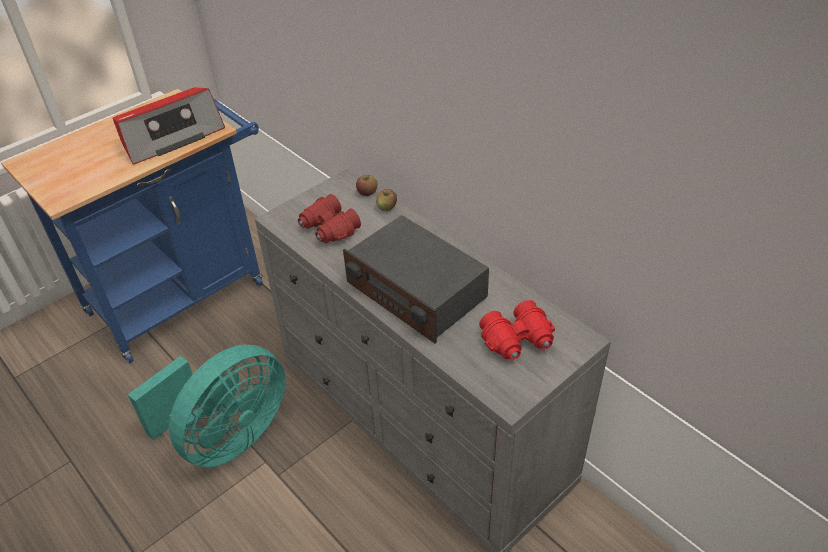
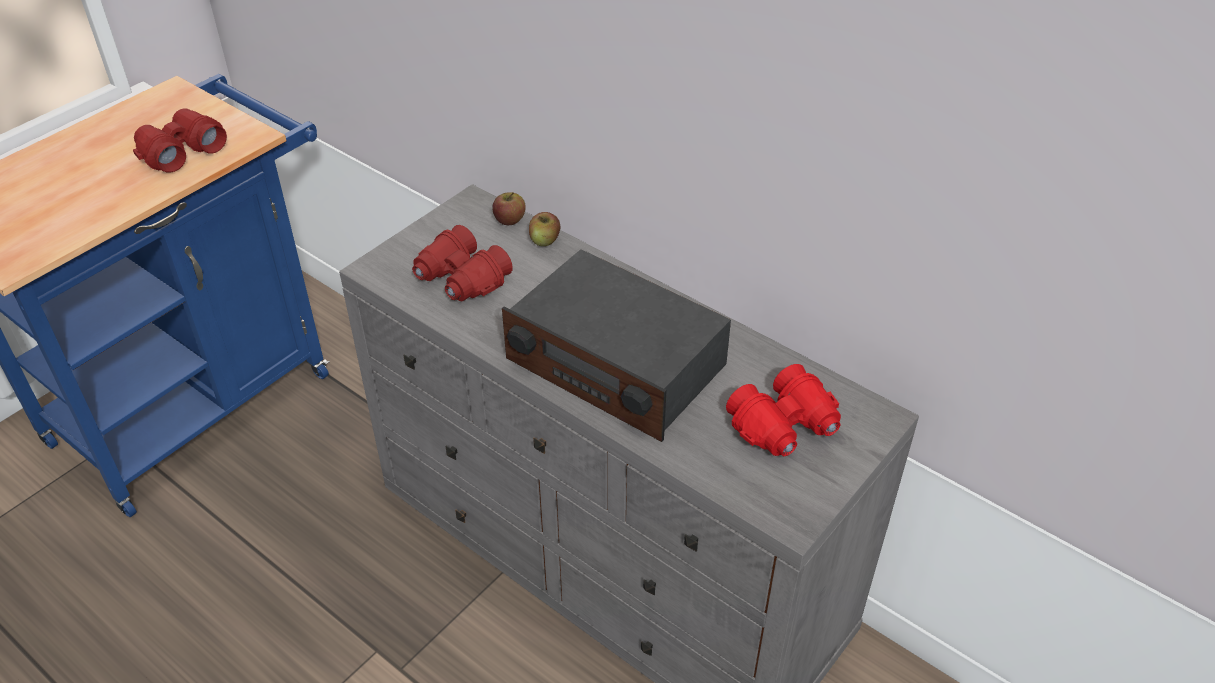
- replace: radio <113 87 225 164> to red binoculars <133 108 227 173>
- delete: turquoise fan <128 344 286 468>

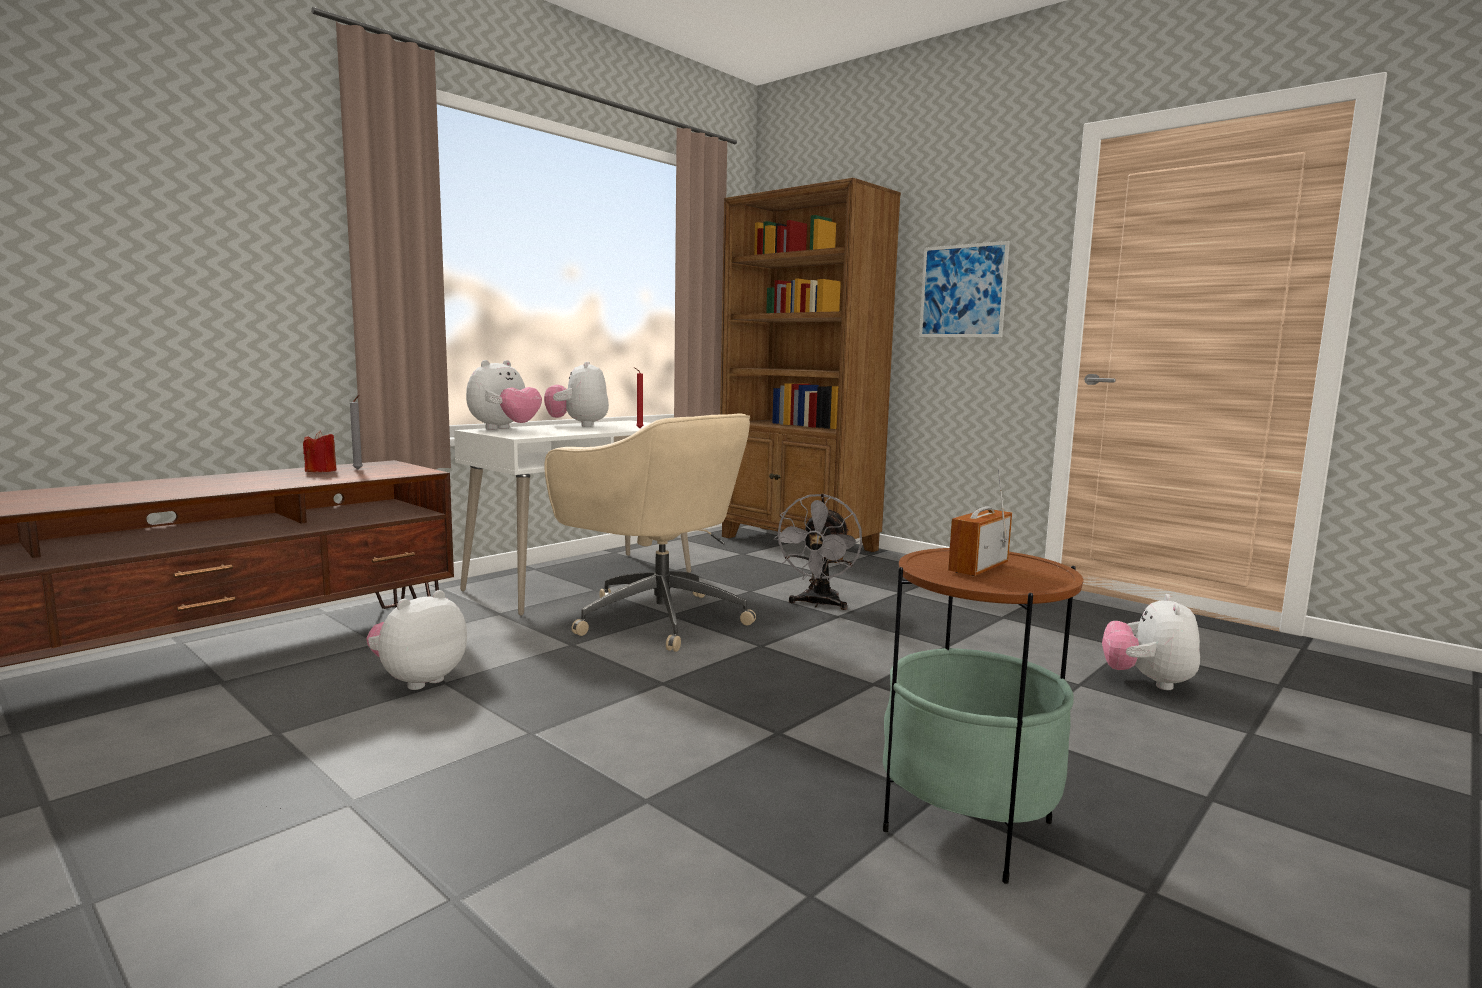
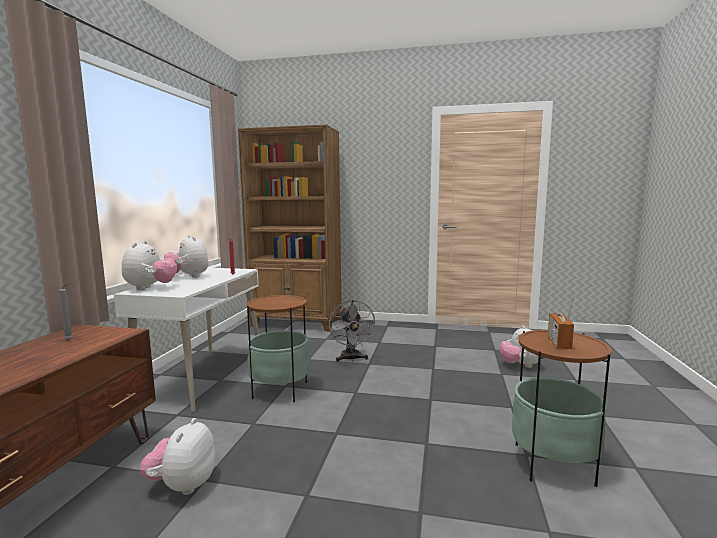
- delete: picture <919 241 1010 337>
- replace: beige office chair <544 414 756 652> to side table <246 295 309 402>
- delete: red candle <303 430 337 472>

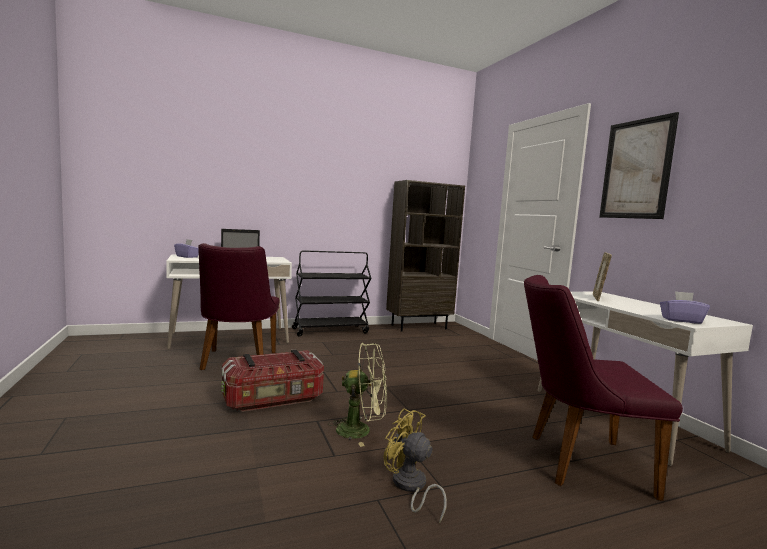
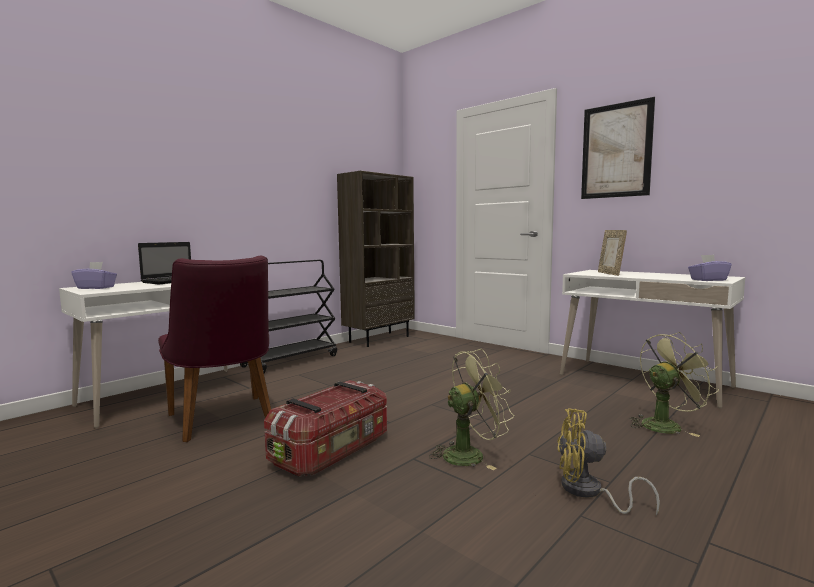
- replace: purple chair <524 275 683 501> to green fan <630 332 719 437>

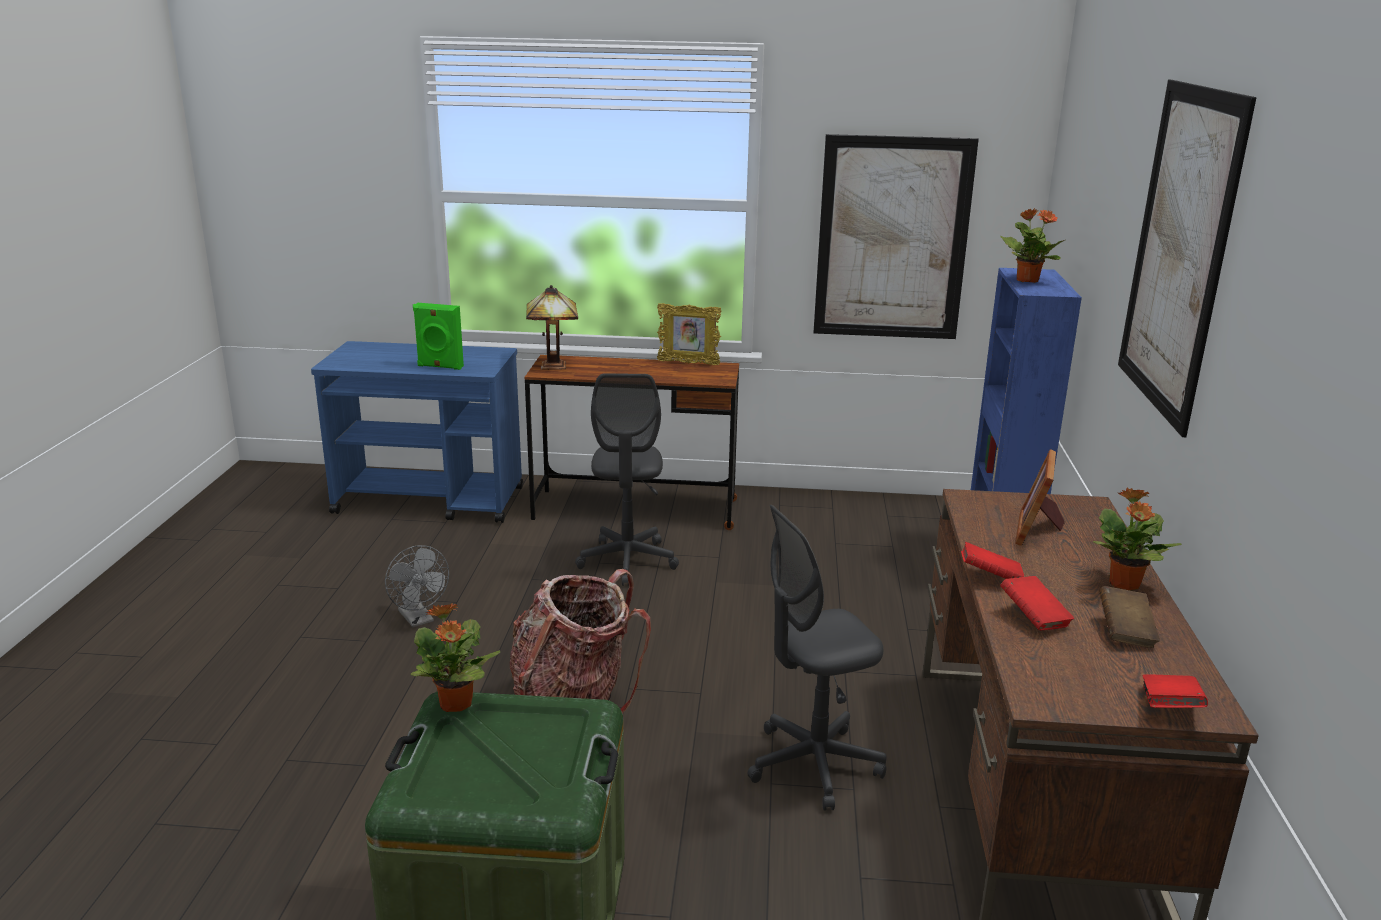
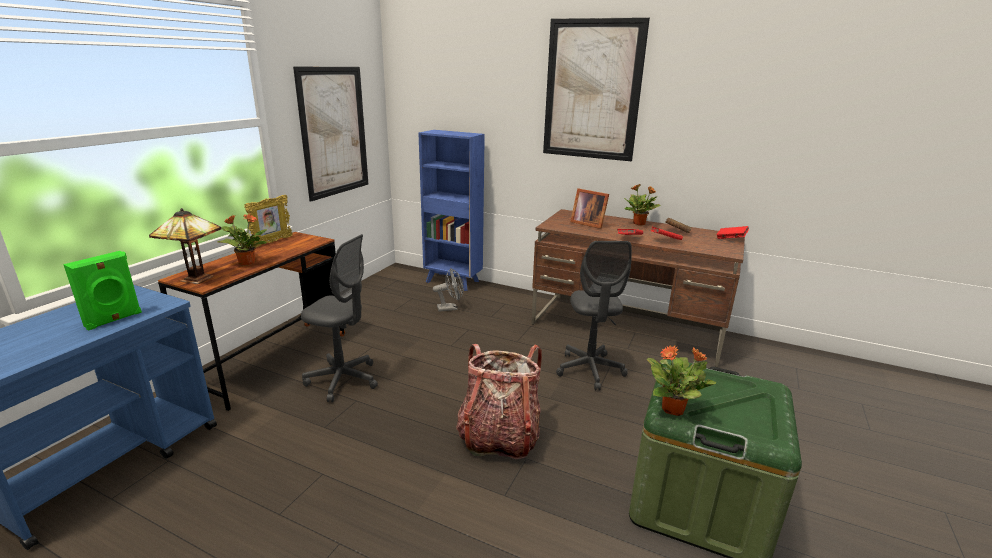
- move: potted plant <1000 208 1065 283> to <218 214 267 266>
- move: grey fan <385 545 449 627> to <433 268 463 312>

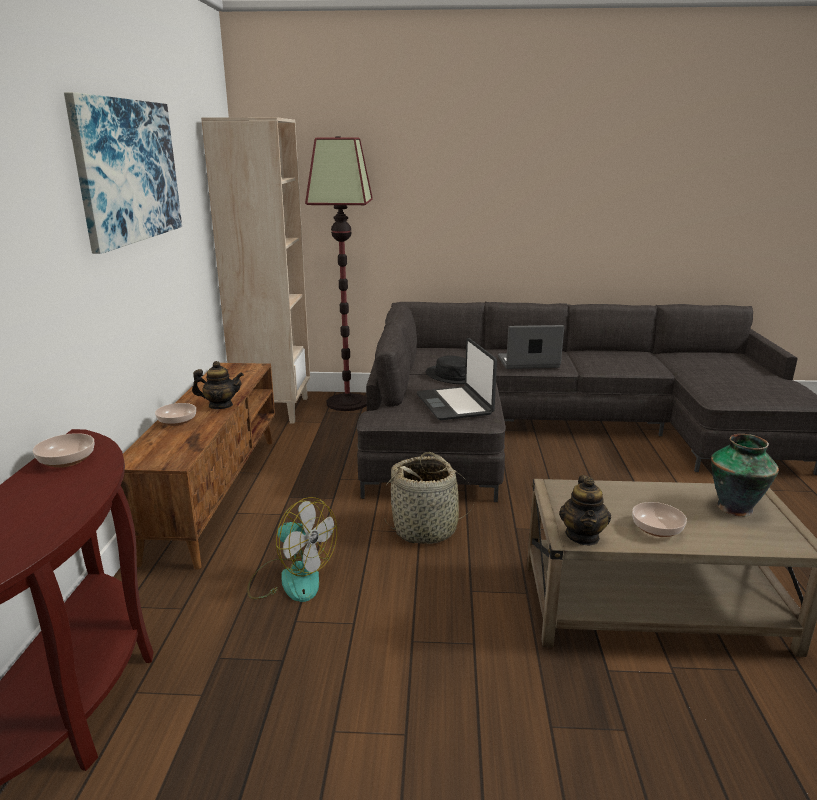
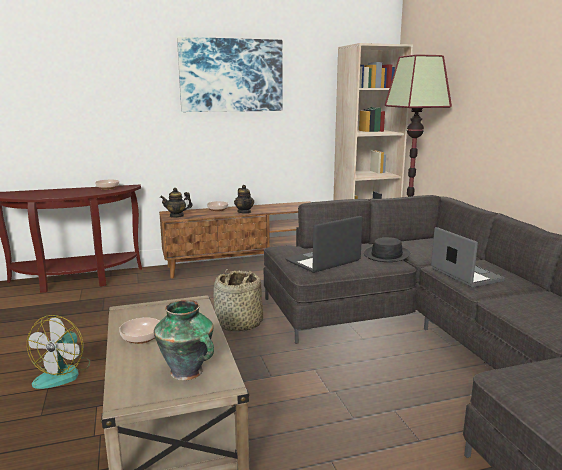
- move: teapot <559 475 611 545> to <160 188 193 218>
- move: fan <247 497 337 602> to <27 315 91 389>

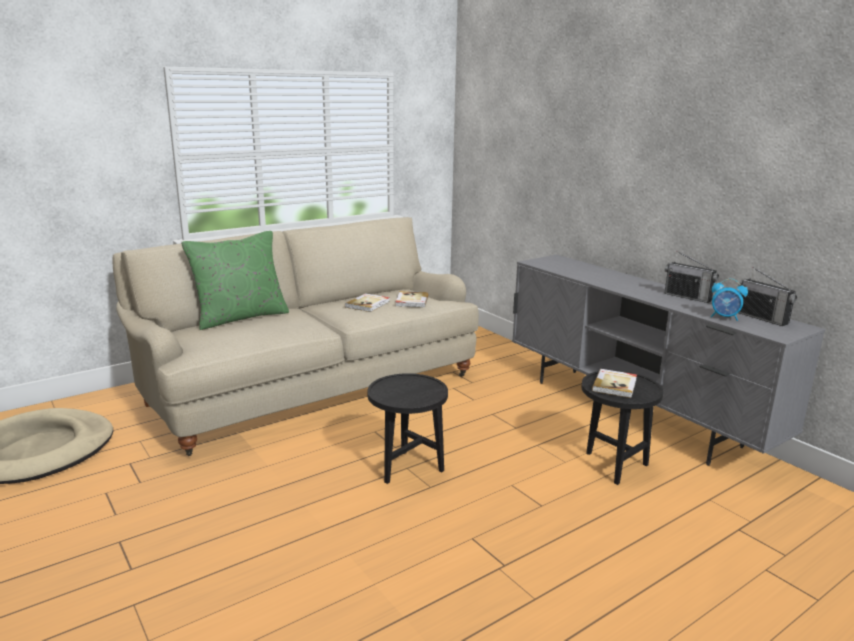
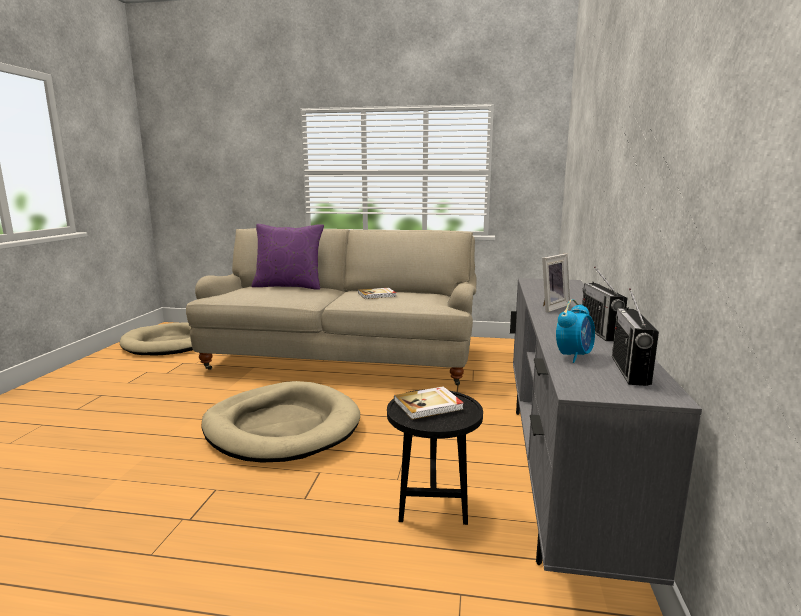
- recolor: green pillow <181 231 289 330> to purple pillow <251 224 324 290>
- rotate: alarm clock <711 279 748 321> = <556 299 595 363> 120 degrees counterclockwise
- delete: book <395 291 428 308>
- replace: black side table <367 373 448 484> to beige dog bed <201 381 360 462>
- insert: picture frame <542 253 570 312>

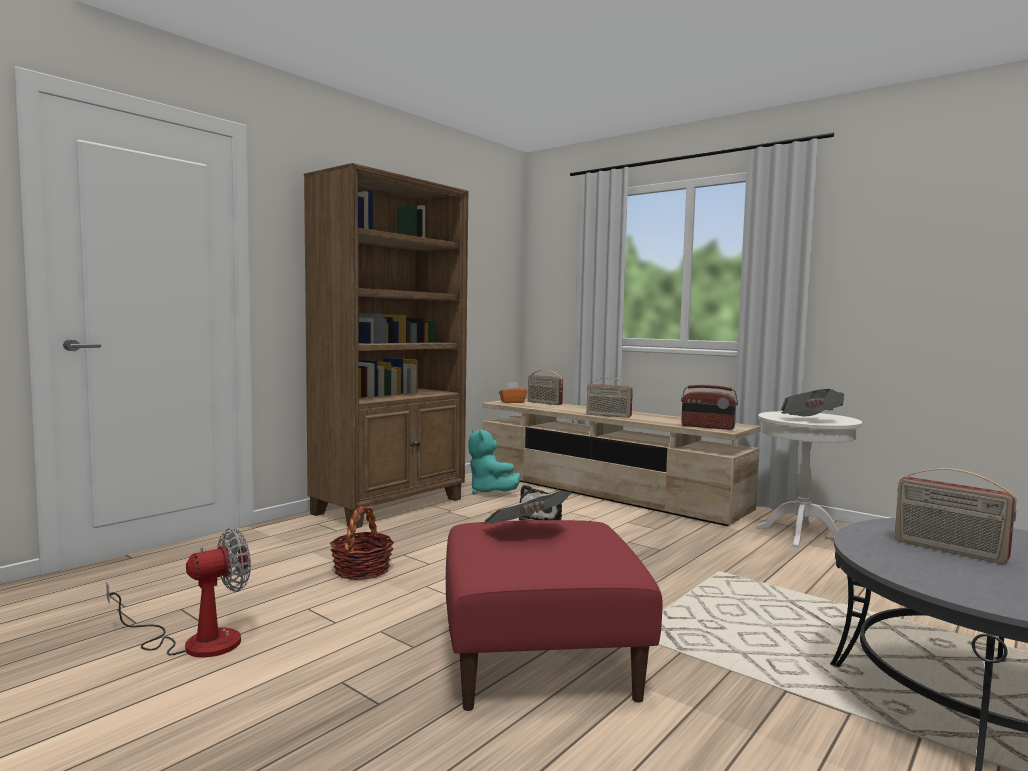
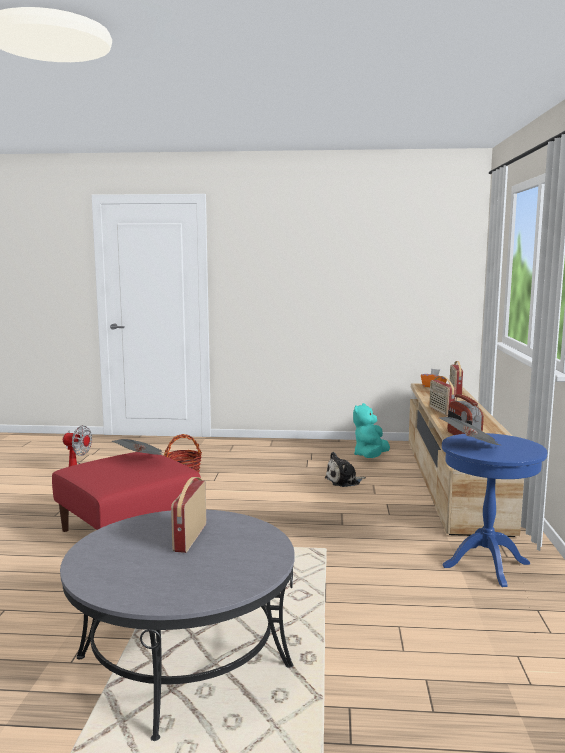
- delete: brown bookcase <304 163 468 528>
- recolor: white side table <757 411 862 547> to blue side table <442 433 548 587>

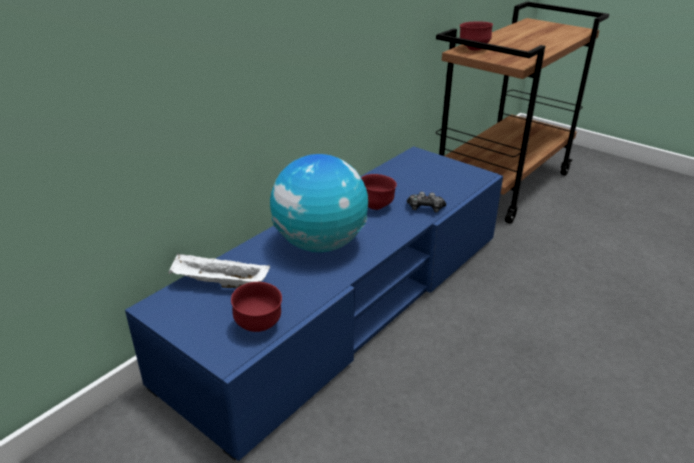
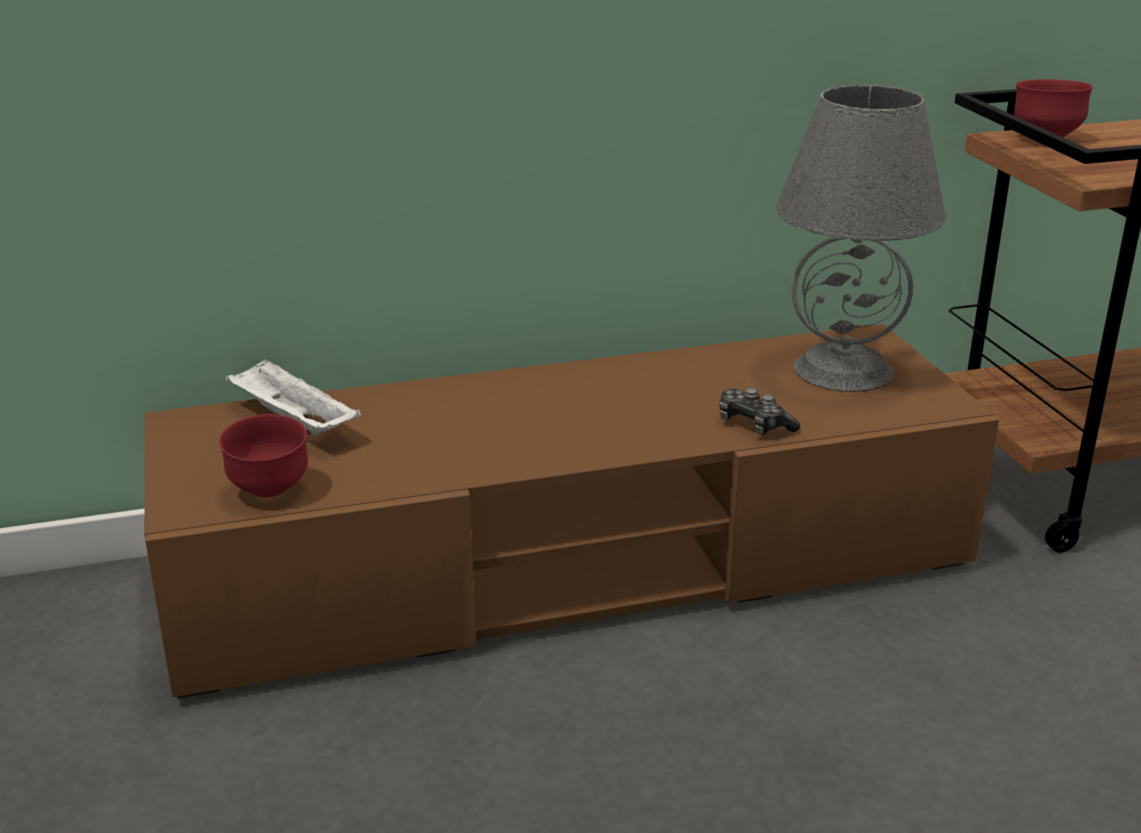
- recolor: blue tv stand <125 146 503 461> to brown tv stand <144 324 999 699>
- delete: globe <270 154 368 253>
- delete: red bowl <361 174 397 210>
- insert: grey table lamp <776 85 946 392>

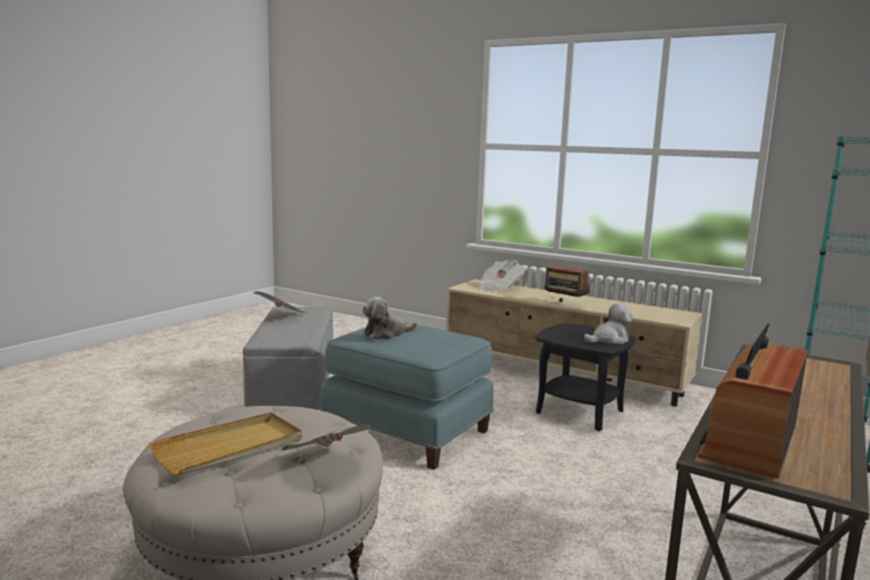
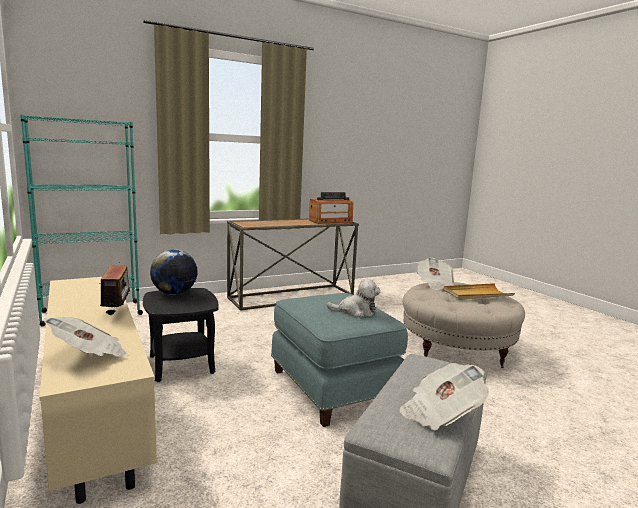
- replace: plush toy <584 304 632 344> to globe <150 249 198 295>

